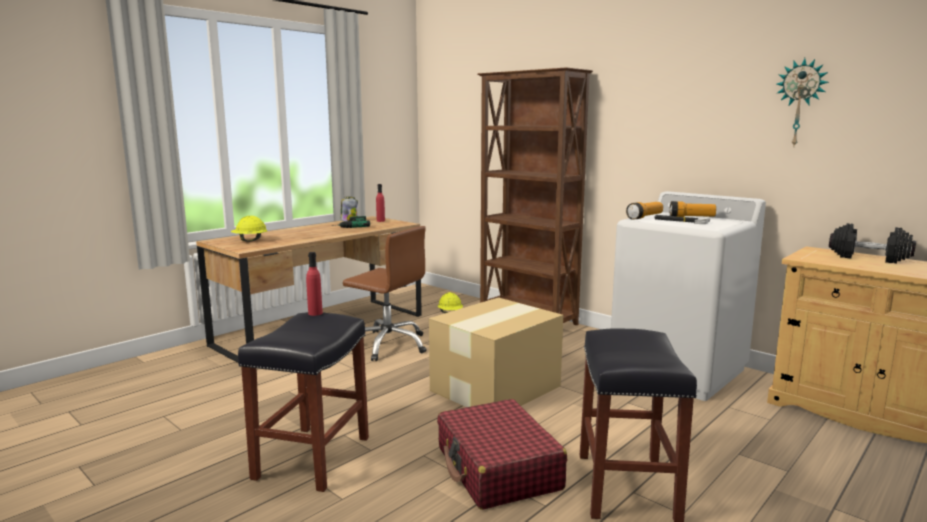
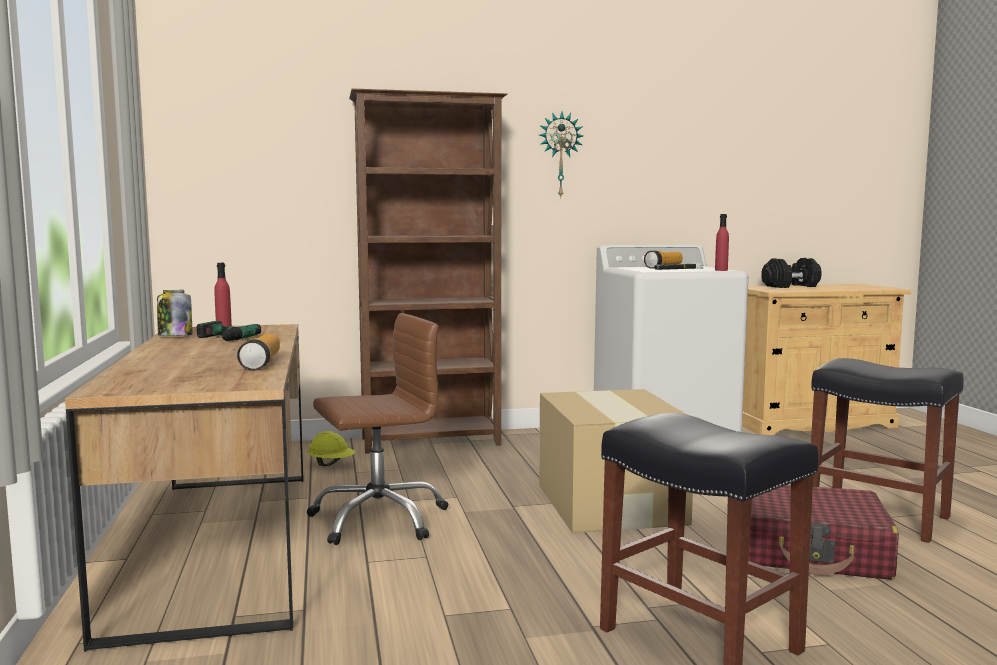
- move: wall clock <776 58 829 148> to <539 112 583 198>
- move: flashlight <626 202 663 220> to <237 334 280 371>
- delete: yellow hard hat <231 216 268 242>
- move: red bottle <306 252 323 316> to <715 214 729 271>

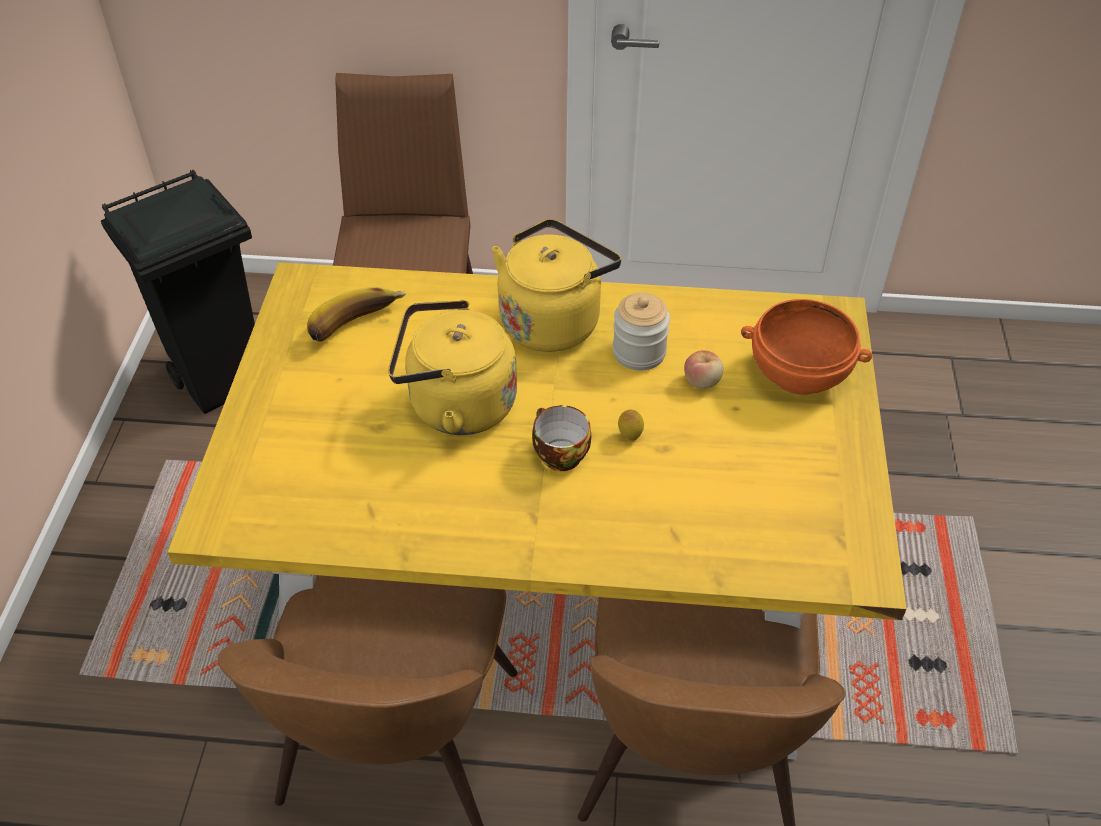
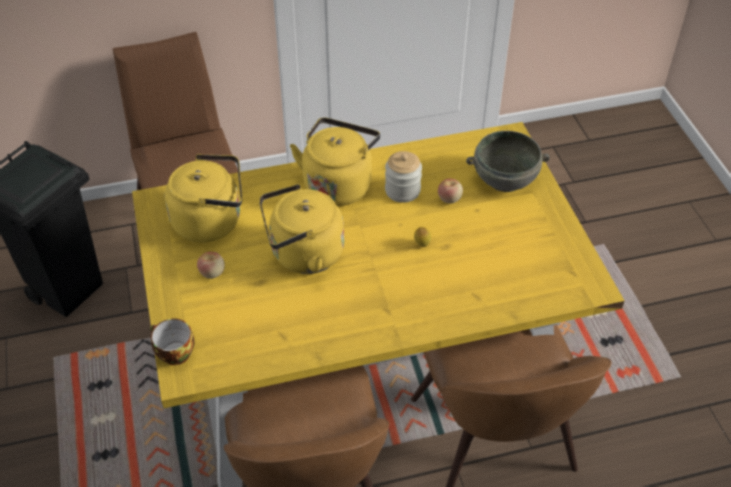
- replace: banana <307 287 406 342> to yellow kettle <165 154 243 242>
- recolor: orange bowl <741 299 872 395> to grey bowl <466 131 550 192>
- move: cup <532 405 591 471> to <150 319 194 365>
- insert: apple <197 252 225 279>

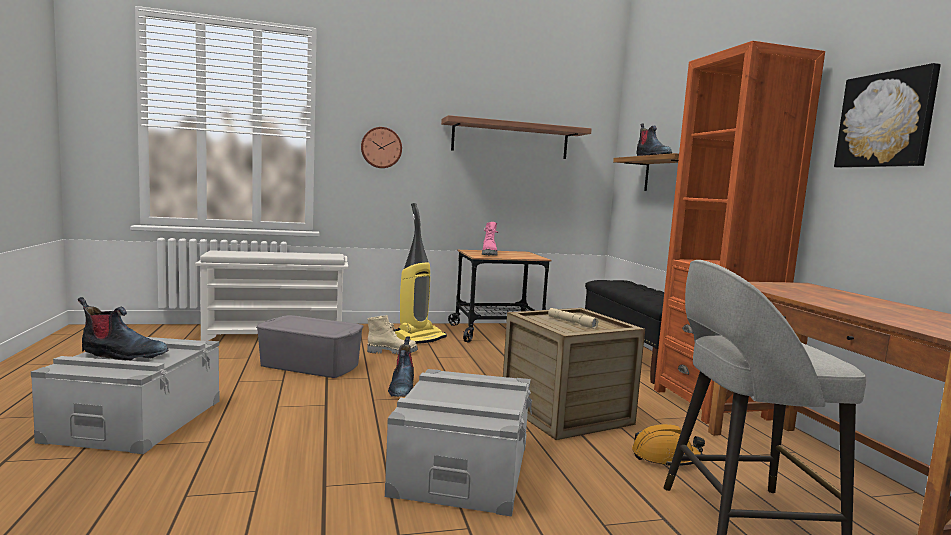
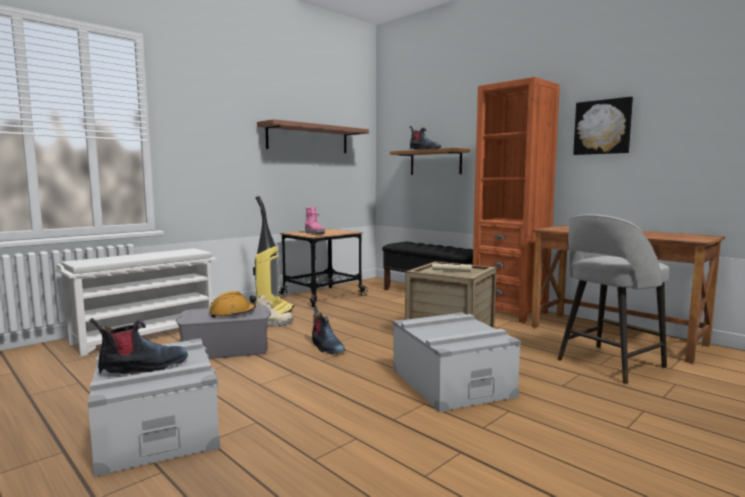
- delete: wall clock <361 127 402 168>
- move: orange hard hat <632 424 705 466> to <209 291 257 318>

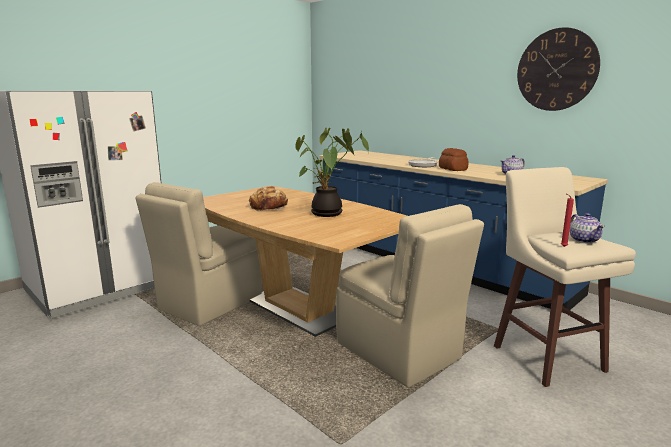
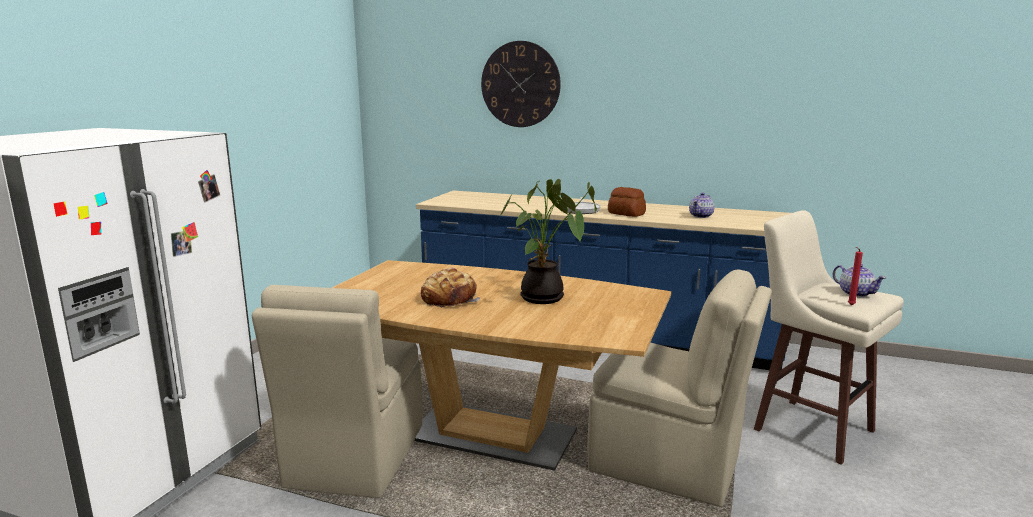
- move: wall clock <517 27 600 111> to <481 41 561 127>

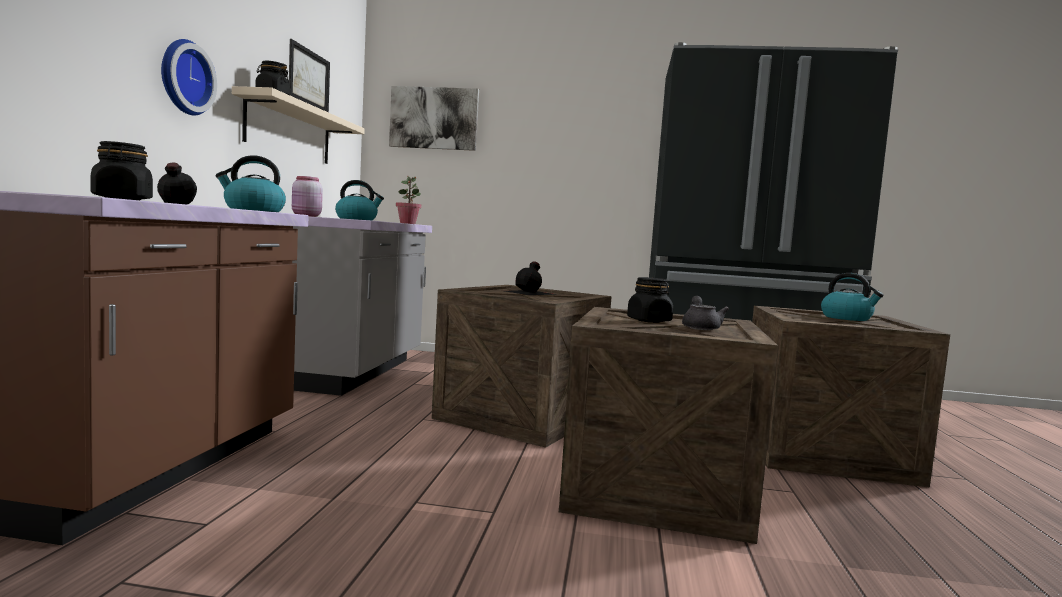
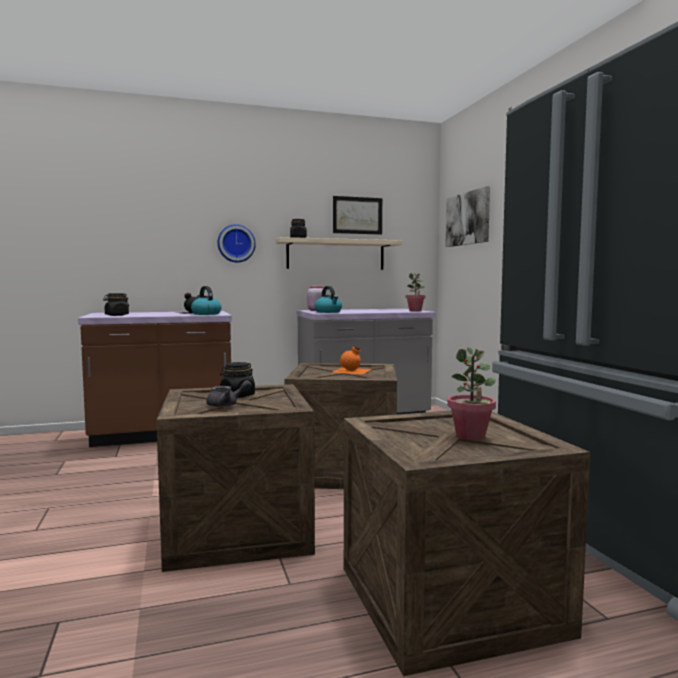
- recolor: black bottle <505 261 555 295> to orange bottle <331 346 372 374>
- replace: kettle <821 273 884 321> to potted plant <447 347 496 441>

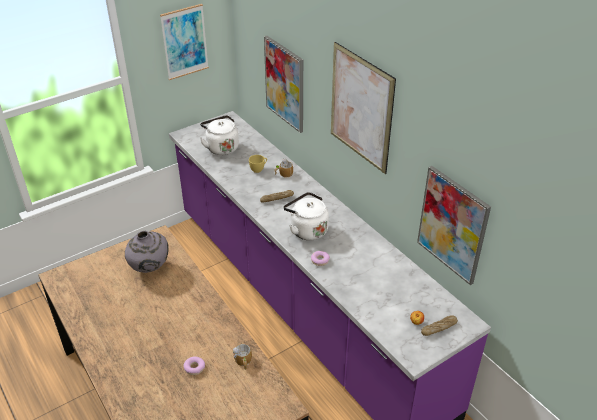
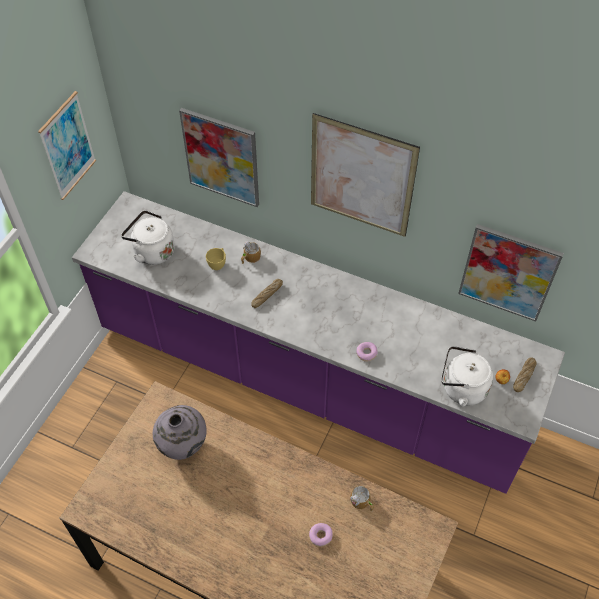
- move: white kettle <284 192 329 241> to <441 346 493 406>

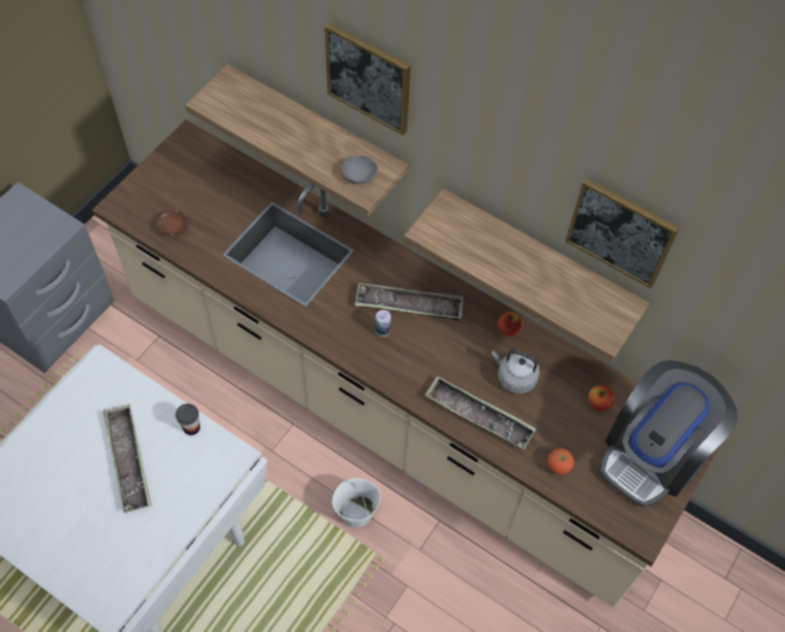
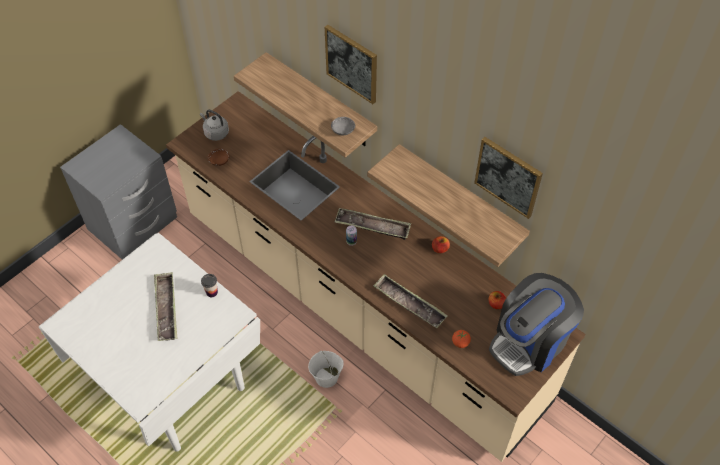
- move: grey kettle <492 350 540 394> to <200 110 229 141>

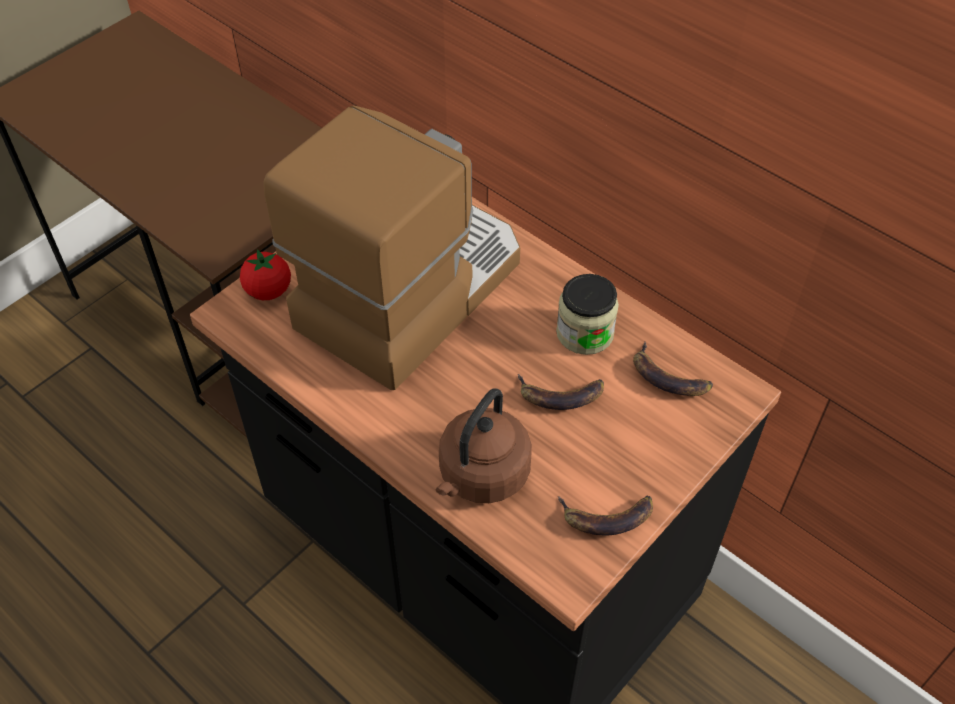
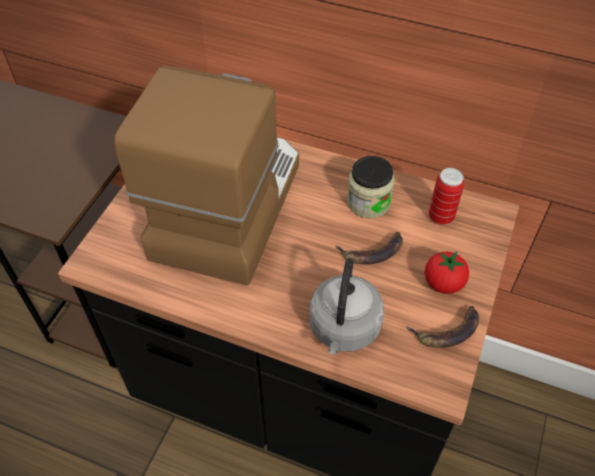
- move: tomato <240 249 291 300> to <425 252 469 294>
- replace: banana <633 342 713 396> to can <429 168 464 225>
- recolor: brown kettle <436 388 532 503> to grey kettle <309 258 384 354>

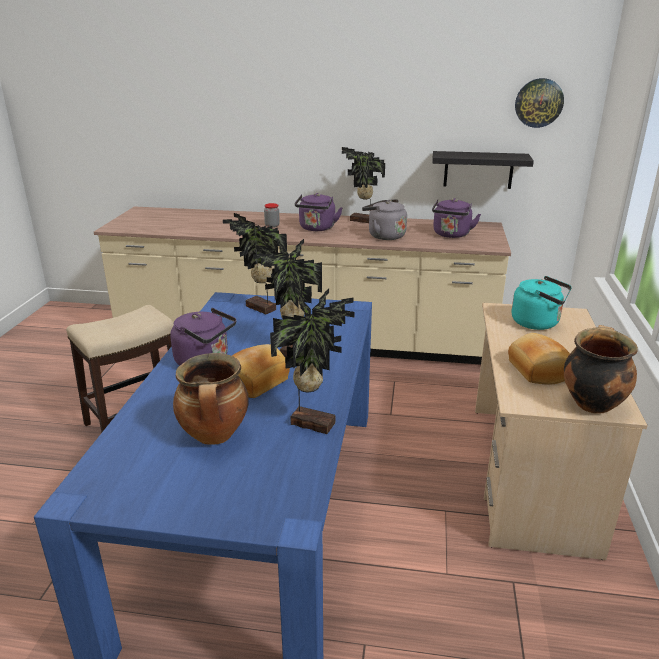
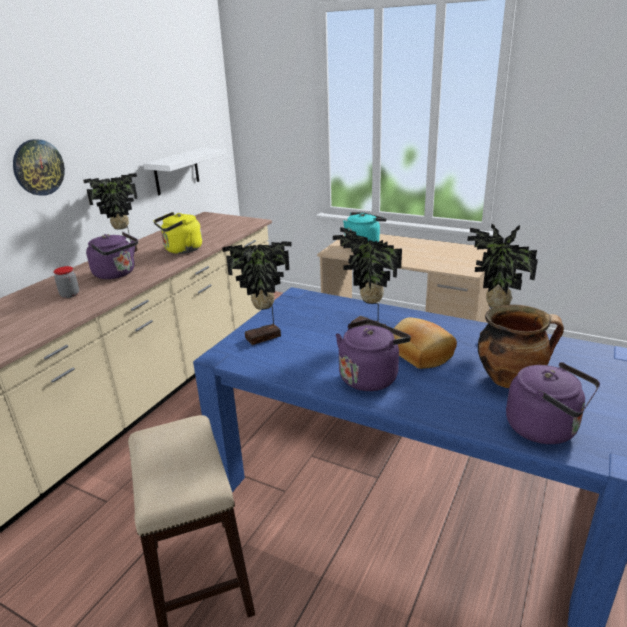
- move: wall clock <515 78 564 128> to <13 139 65 196>
- recolor: black shelf <432 151 534 189> to white shelf <143 148 226 195>
- move: purple kettle <432 198 481 238> to <506 362 600 444>
- recolor: grey kettle <362 199 407 240> to yellow kettle <154 212 202 254>
- delete: cooking pot <564 325 638 414>
- delete: bread <508 333 570 385>

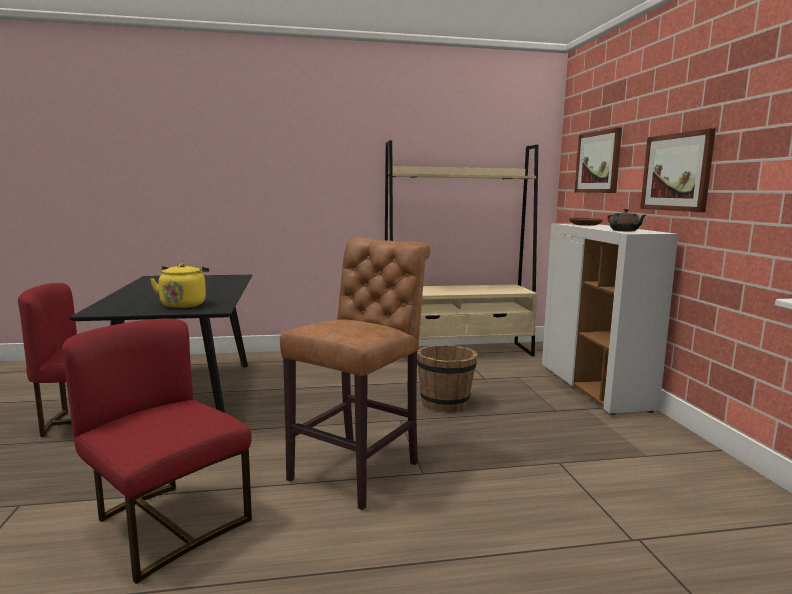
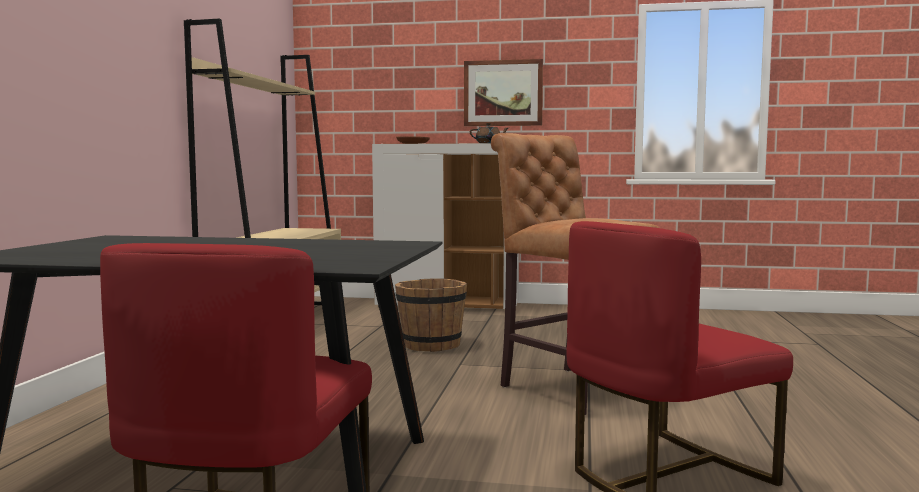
- delete: picture <574 127 622 193>
- delete: yellow kettle <150 263 209 308>

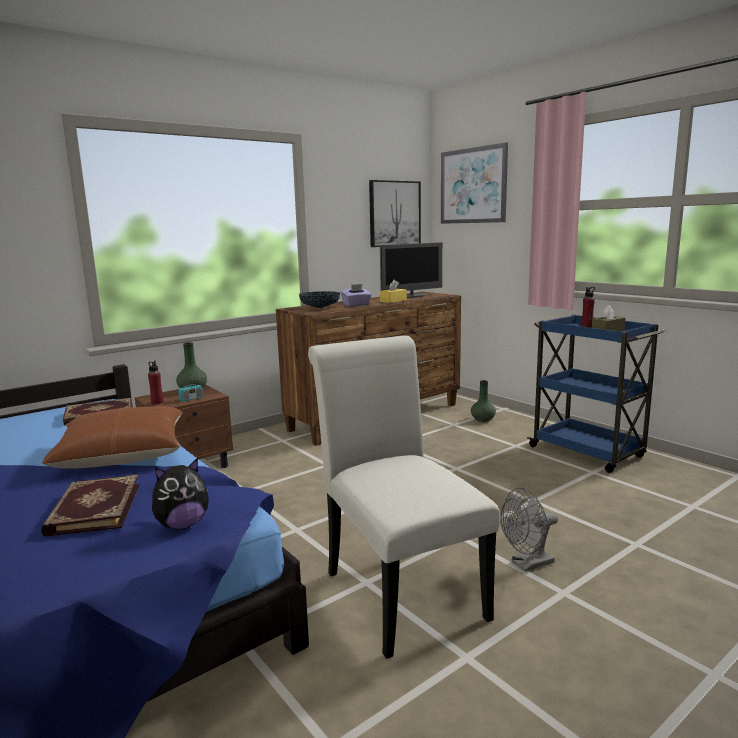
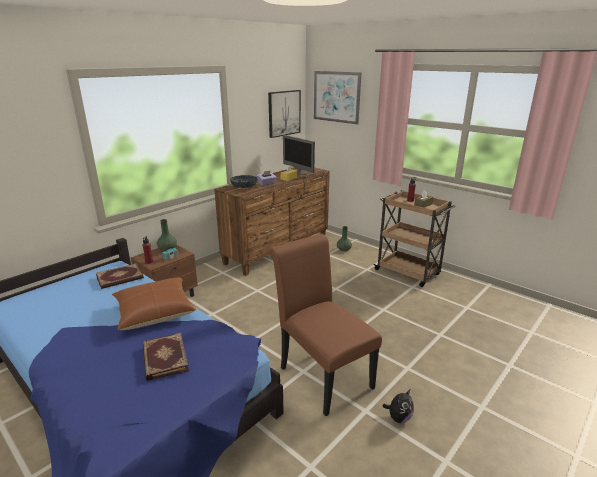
- rotate: monitor <380 242 442 298> = <283 135 315 175> 90 degrees clockwise
- recolor: blue cart <527 315 666 473> to brown cart <373 190 456 287>
- recolor: white chair <308 336 500 659> to brown chair <269 234 382 416>
- move: plush toy <152 458 209 530> to <383 390 414 423>
- delete: grey fan <500 487 558 572>

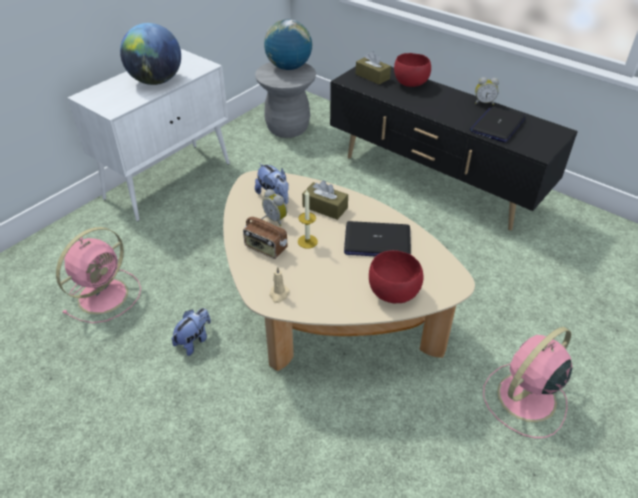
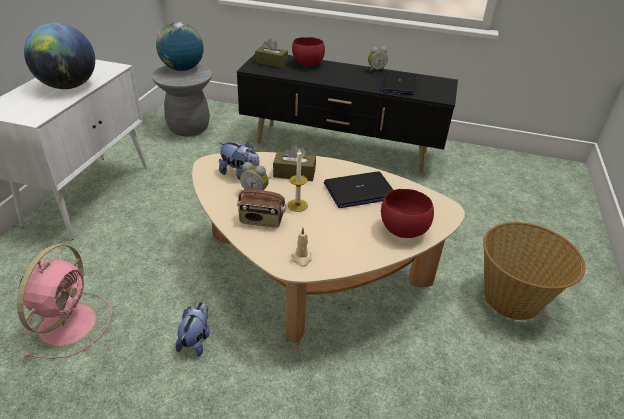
- replace: pink fan <483 327 573 438> to basket <483 222 585 320>

